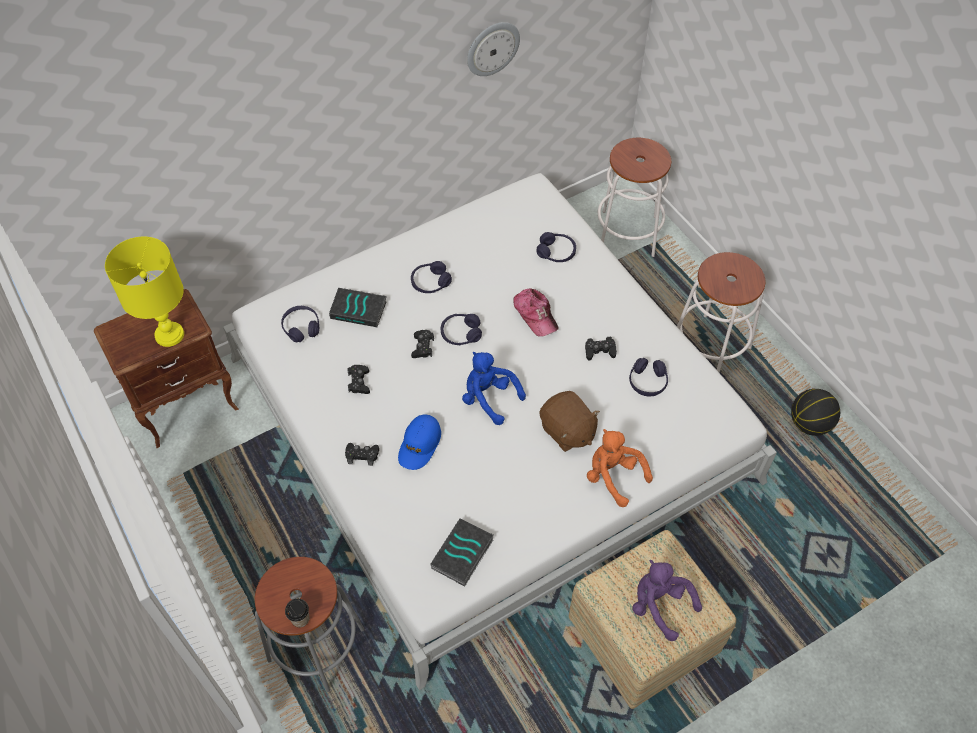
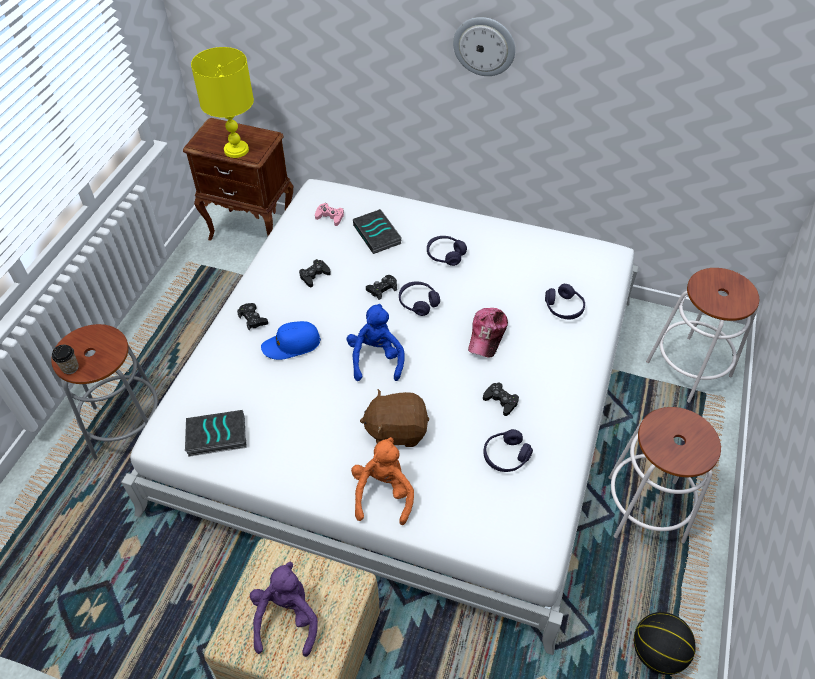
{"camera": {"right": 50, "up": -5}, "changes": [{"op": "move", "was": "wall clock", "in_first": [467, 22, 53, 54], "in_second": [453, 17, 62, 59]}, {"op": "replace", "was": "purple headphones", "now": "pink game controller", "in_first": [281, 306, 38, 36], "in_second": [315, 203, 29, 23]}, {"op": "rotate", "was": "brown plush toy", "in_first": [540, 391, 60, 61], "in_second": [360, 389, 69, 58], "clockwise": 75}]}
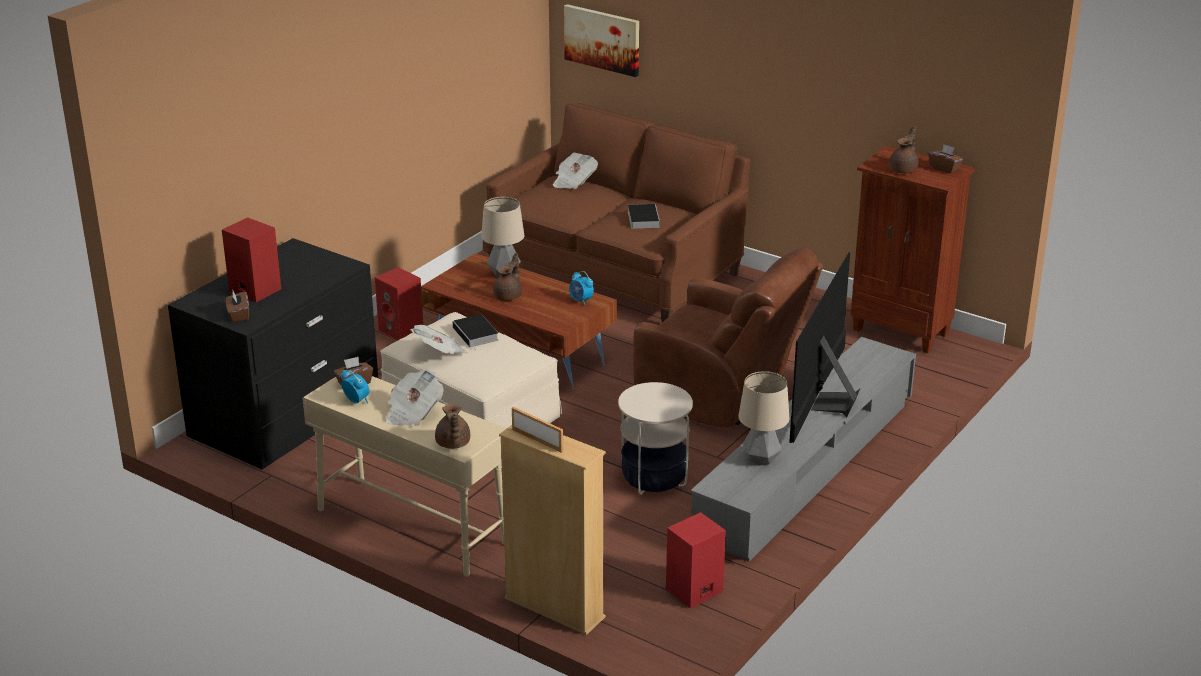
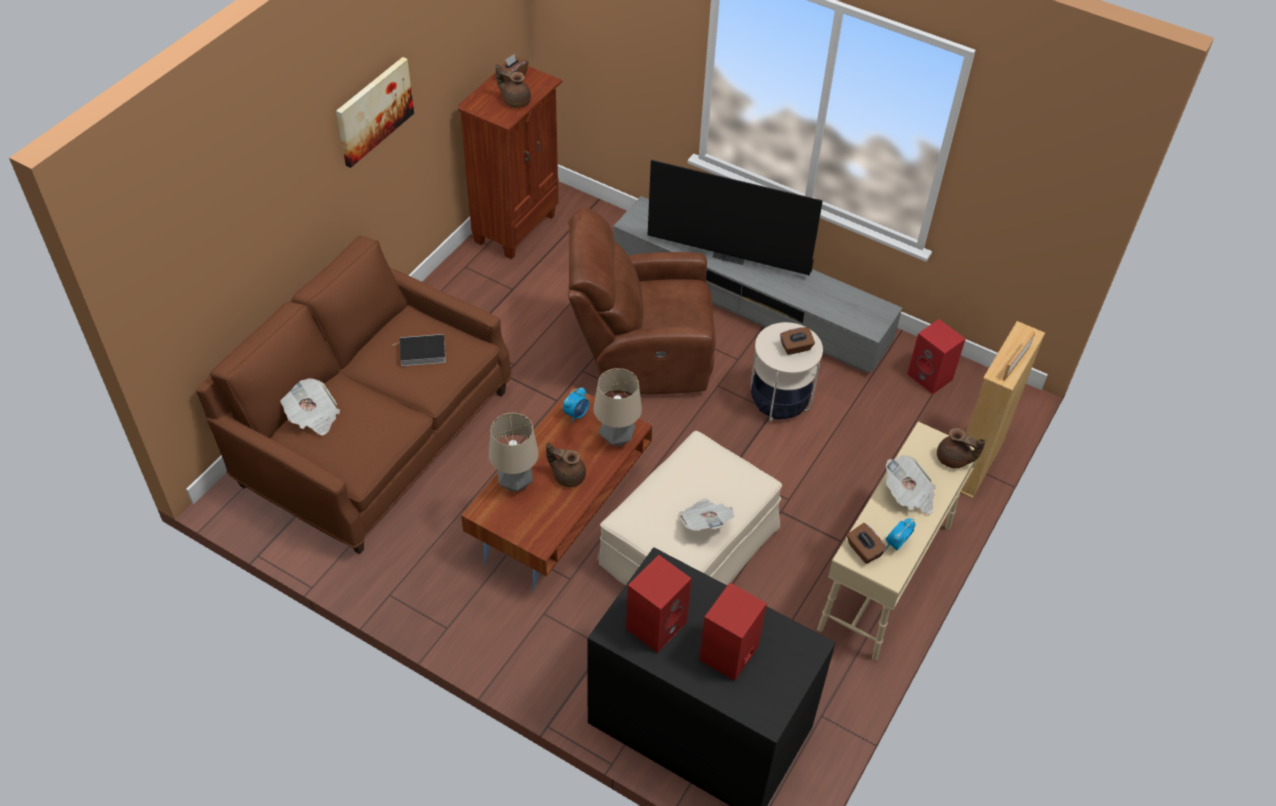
{"camera": {"right": -95, "up": 20}, "changes": [{"op": "delete", "was": "book", "in_first": [453, 314, 45, 36]}, {"op": "move", "was": "brown tissue box", "in_first": [226, 291, 23, 31], "in_second": [780, 327, 35, 28]}, {"op": "move", "was": "red speaker", "in_first": [375, 267, 48, 73], "in_second": [626, 555, 66, 98]}, {"op": "move", "was": "picture", "in_first": [564, 4, 75, 73], "in_second": [336, 57, 78, 111]}, {"op": "move", "was": "table lamp", "in_first": [738, 371, 51, 95], "in_second": [594, 368, 48, 79]}, {"op": "rotate", "was": "brown teapot", "in_first": [435, 404, 35, 45], "in_second": [937, 428, 49, 40], "clockwise": 45}, {"op": "rotate", "was": "brown armchair", "in_first": [633, 248, 190, 180], "in_second": [568, 207, 148, 187], "clockwise": -120}]}
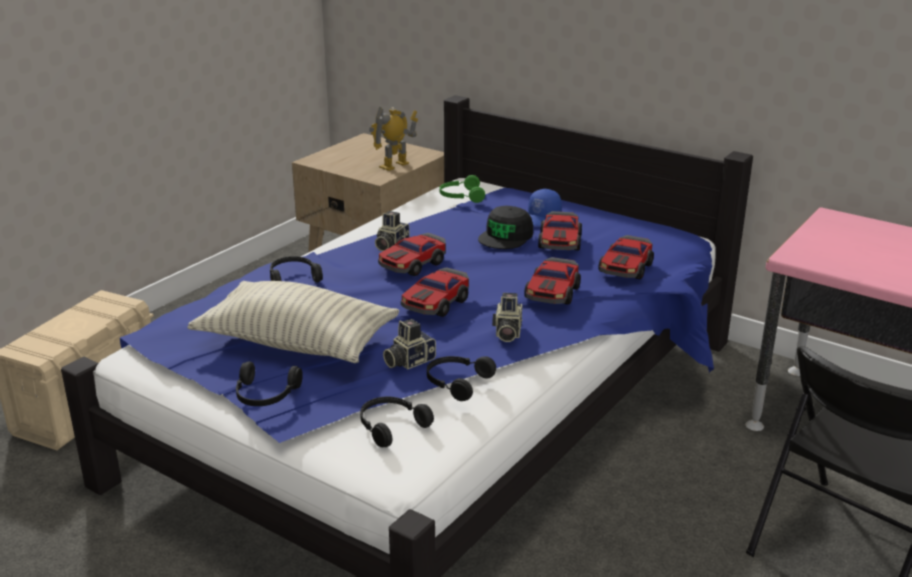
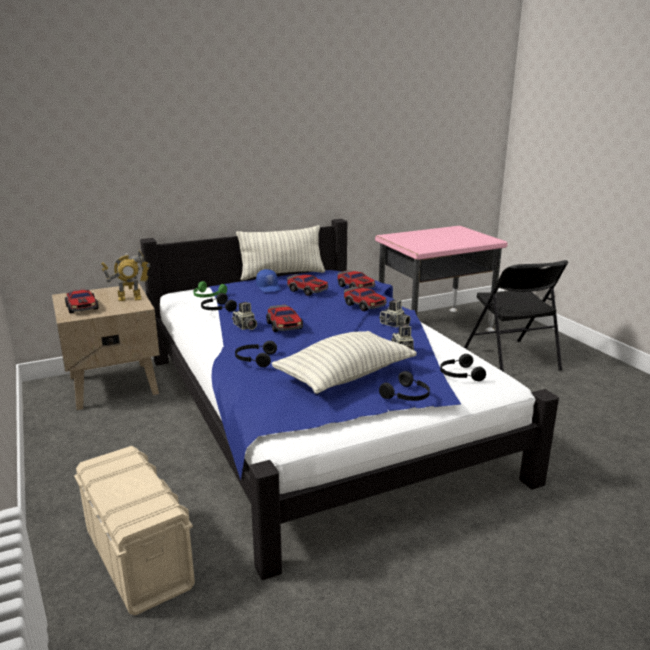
{"camera": {"right": -60, "up": -5}, "changes": [{"op": "delete", "was": "black cap", "in_first": [478, 206, 55, 43]}, {"op": "insert", "now": "pillow", "in_second": [236, 225, 89, 56]}, {"op": "move", "was": "toy car", "in_first": [401, 267, 68, 50], "in_second": [65, 288, 34, 25]}, {"op": "move", "was": "black headphones", "in_first": [427, 356, 69, 45], "in_second": [201, 293, 36, 19]}, {"op": "rotate", "was": "toy robot", "in_first": [369, 107, 49, 64], "in_second": [102, 250, 49, 51], "clockwise": -90}]}
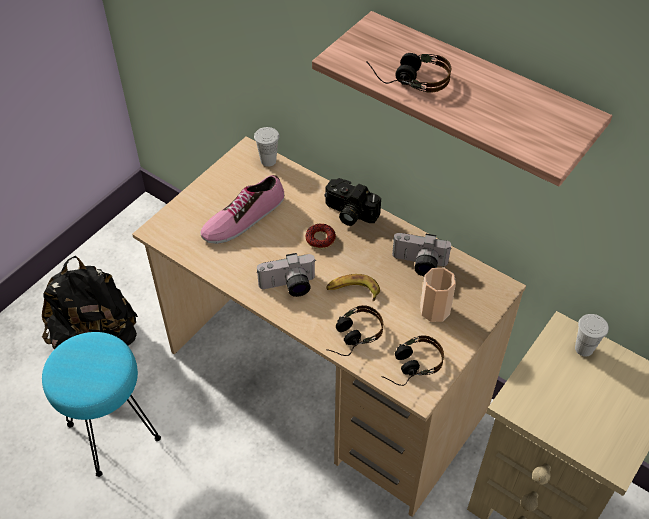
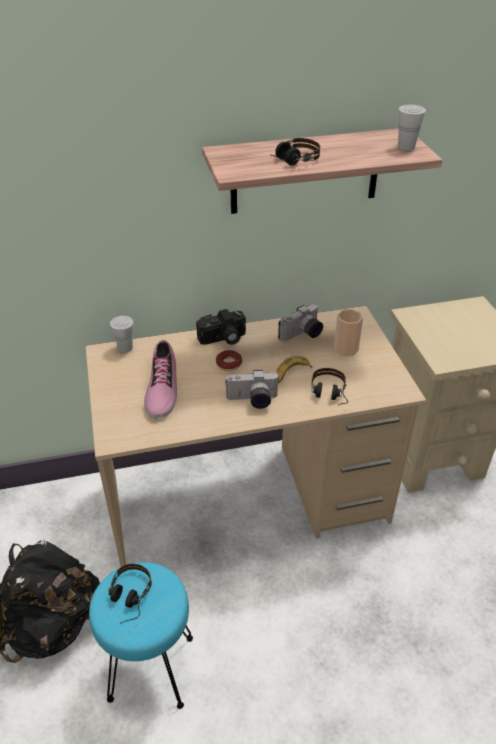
{"camera": {"right": -50, "up": -10}, "changes": [{"op": "move", "was": "headphones", "in_first": [382, 335, 62, 51], "in_second": [108, 564, 44, 60]}, {"op": "move", "was": "white cup", "in_first": [575, 314, 34, 43], "in_second": [398, 105, 28, 45]}, {"op": "rotate", "was": "photo camera", "in_first": [257, 253, 58, 44], "in_second": [226, 370, 53, 39], "clockwise": 60}]}
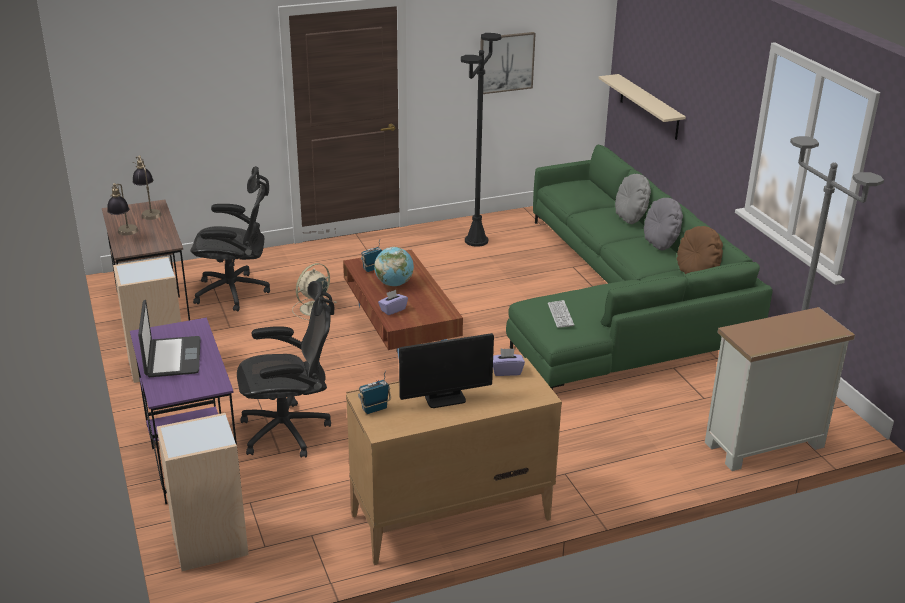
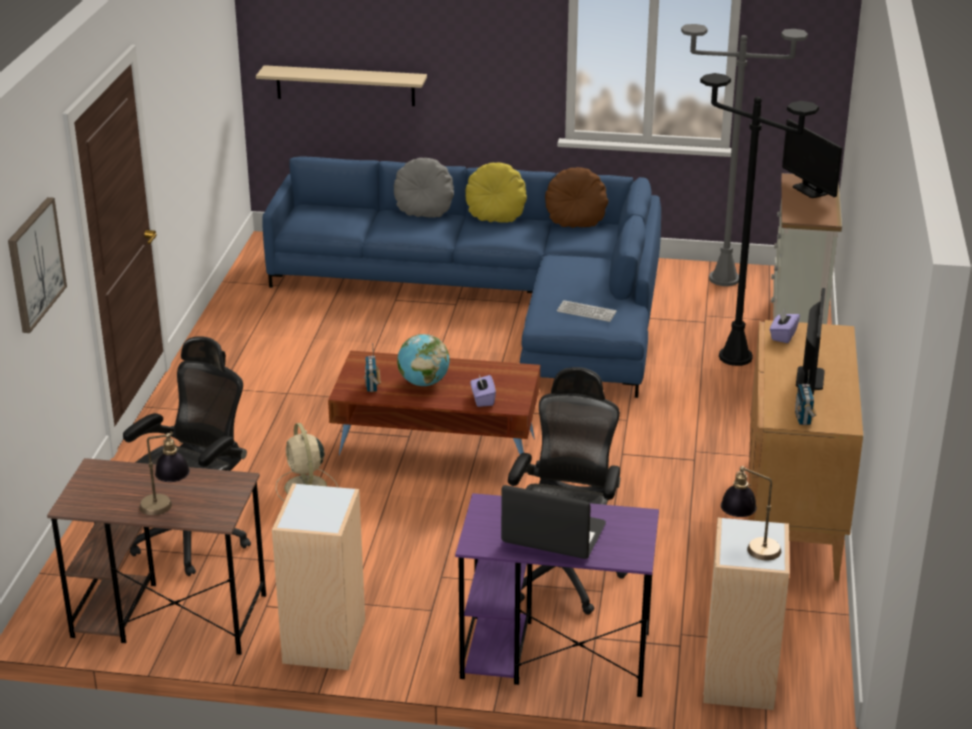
{"camera": {"right": -60, "up": 0}, "changes": [{"op": "insert", "now": "monitor", "in_second": [782, 119, 60, 79]}, {"op": "move", "was": "table lamp", "in_first": [132, 155, 30, 65], "in_second": [721, 466, 60, 95]}, {"op": "move", "was": "black floor lamp", "in_first": [461, 33, 40, 214], "in_second": [700, 73, 119, 293]}, {"op": "move", "was": "picture", "in_first": [480, 32, 56, 62], "in_second": [8, 197, 59, 136]}, {"op": "recolor", "was": "green sofa", "now": "blue sofa", "in_first": [506, 145, 267, 245], "in_second": [262, 157, 399, 241]}, {"op": "recolor", "was": "grey pillow", "now": "yellow pillow", "in_first": [644, 198, 39, 53], "in_second": [465, 162, 62, 60]}]}
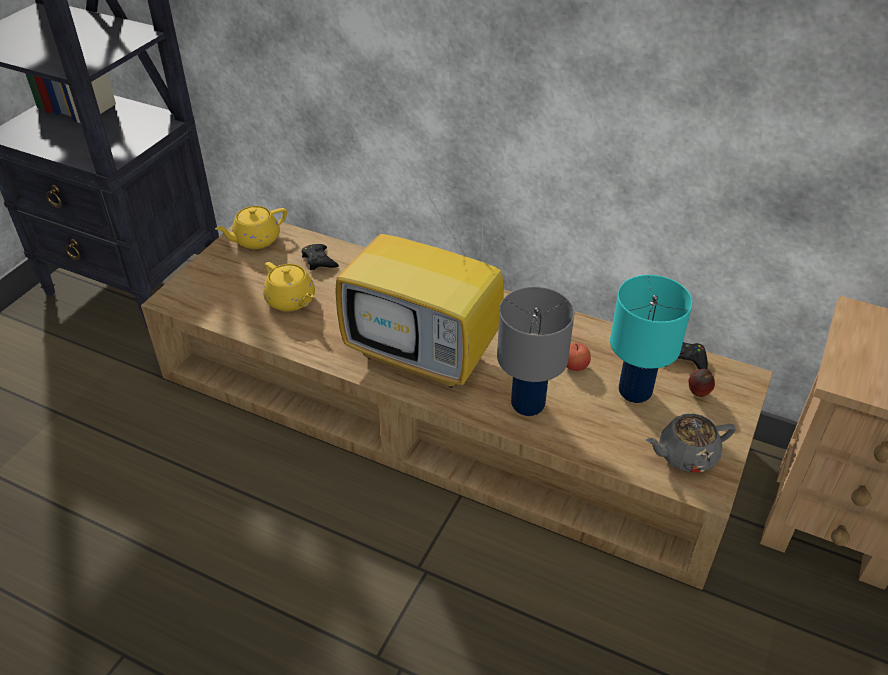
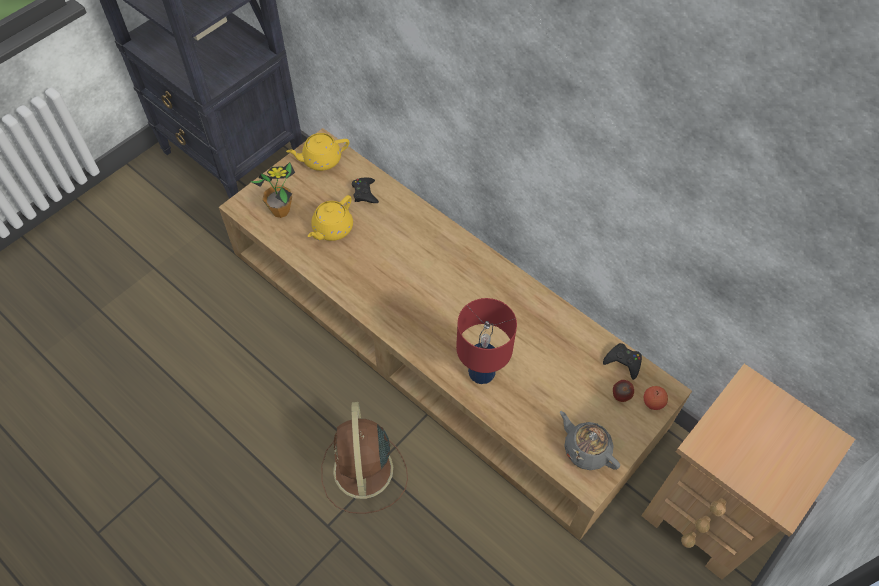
{"camera": {"right": 15, "up": 15}, "changes": [{"op": "delete", "was": "television", "in_first": [335, 189, 169, 199]}, {"op": "delete", "was": "turquoise table lamp", "in_first": [610, 275, 82, 128]}, {"op": "insert", "now": "potted plant", "in_second": [251, 162, 44, 56]}, {"op": "insert", "now": "brown fan", "in_second": [321, 402, 87, 112]}, {"op": "move", "was": "apple", "in_first": [567, 343, 24, 28], "in_second": [644, 386, 24, 24]}, {"op": "recolor", "was": "grey table lamp", "now": "red table lamp", "in_first": [497, 287, 77, 129], "in_second": [456, 298, 61, 86]}, {"op": "rotate", "was": "yellow teapot", "in_first": [263, 262, 52, 49], "in_second": [308, 195, 45, 46], "clockwise": 60}, {"op": "rotate", "was": "grey teapot", "in_first": [645, 414, 91, 59], "in_second": [560, 411, 60, 59], "clockwise": 45}]}
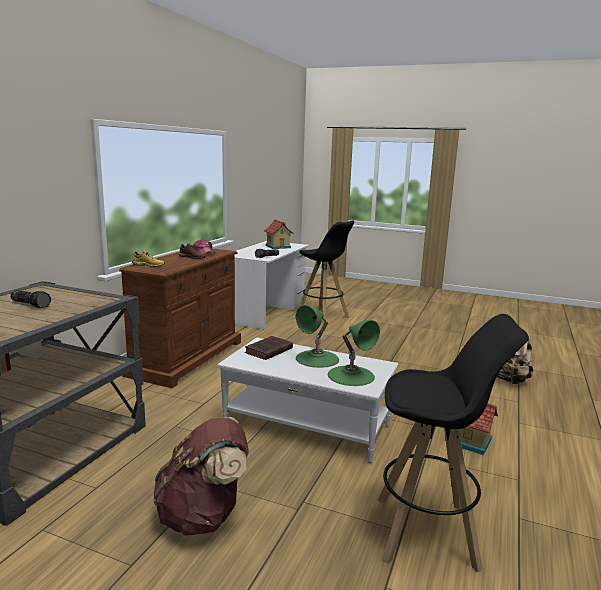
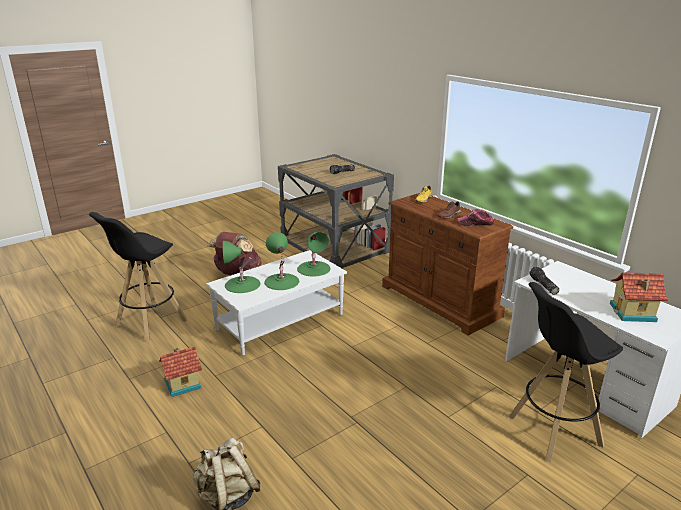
{"camera": {"right": 120, "up": 10}, "changes": [{"op": "replace", "was": "brown book", "now": "green table lamp", "in_first": [245, 336, 48, 24], "in_second": [297, 231, 34, 46]}]}
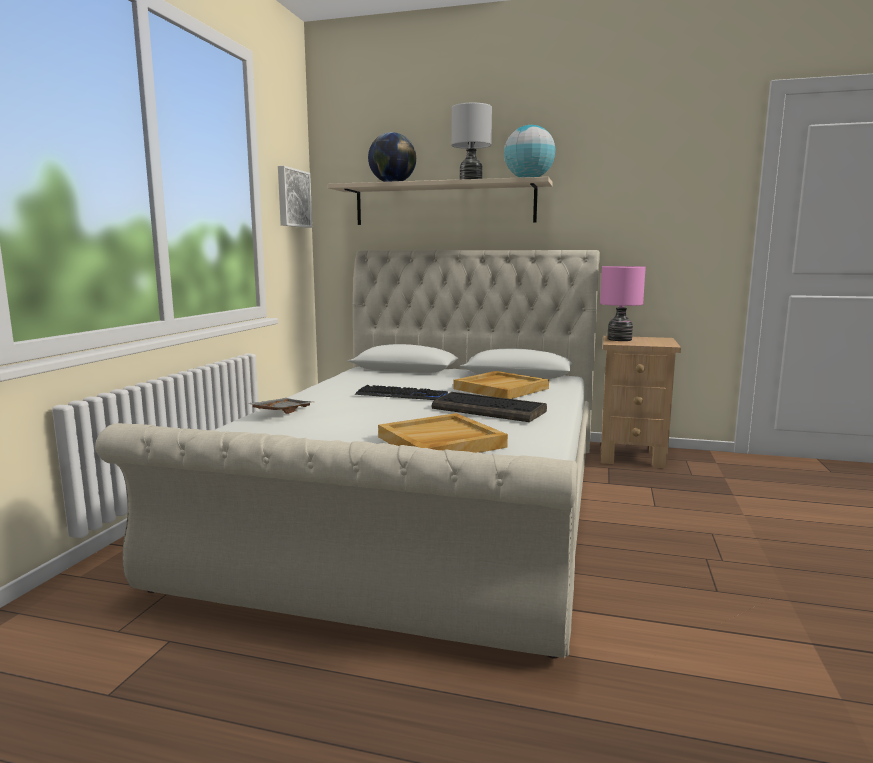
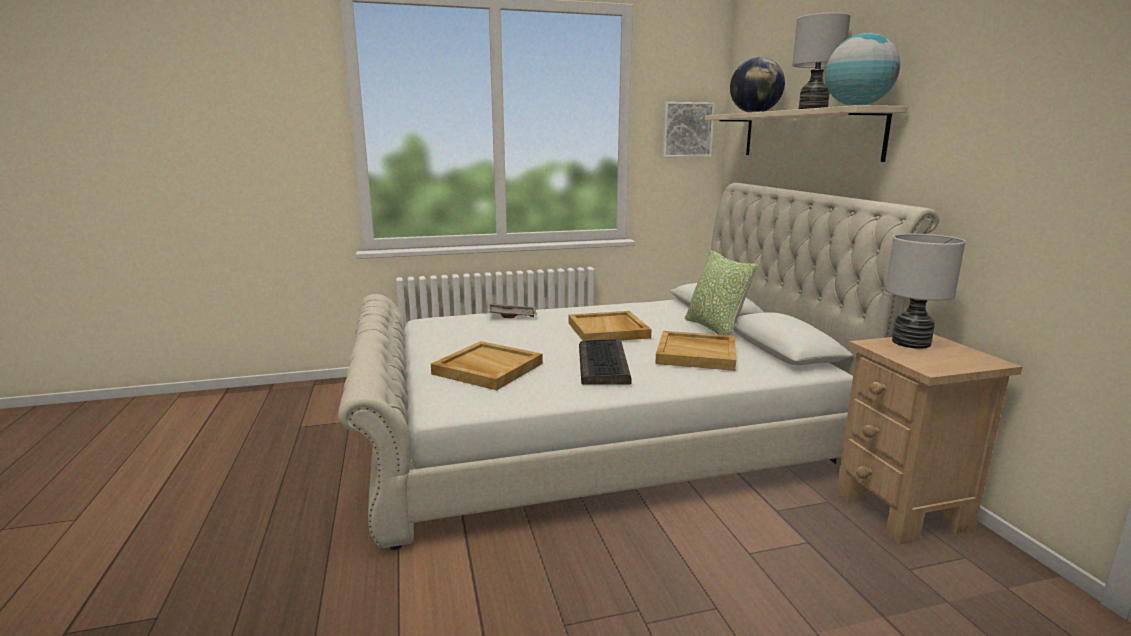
{"camera": {"right": 60, "up": 5}, "changes": [{"op": "insert", "now": "pillow", "in_second": [684, 250, 74, 86]}, {"op": "replace", "was": "keyboard", "now": "beige tray", "in_first": [355, 385, 93, 15], "in_second": [569, 311, 82, 30]}, {"op": "recolor", "was": "pink table lamp", "now": "grey table lamp", "in_first": [600, 266, 46, 75], "in_second": [885, 234, 81, 115]}]}
